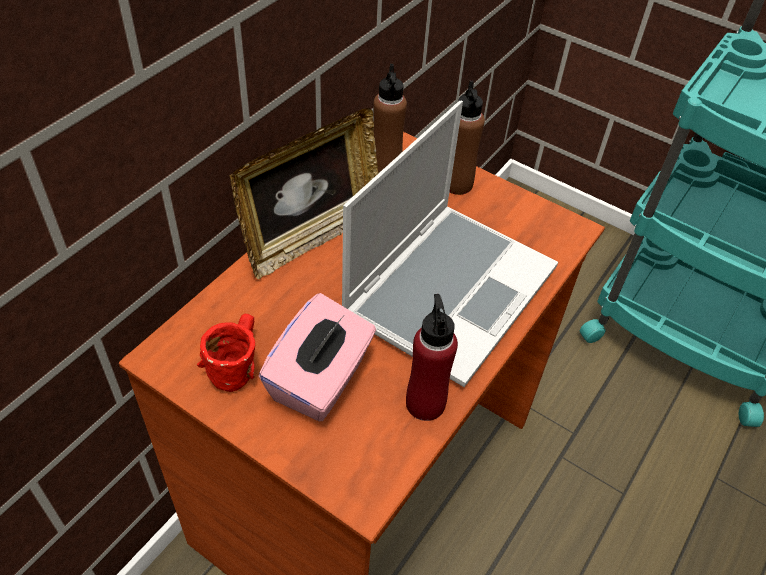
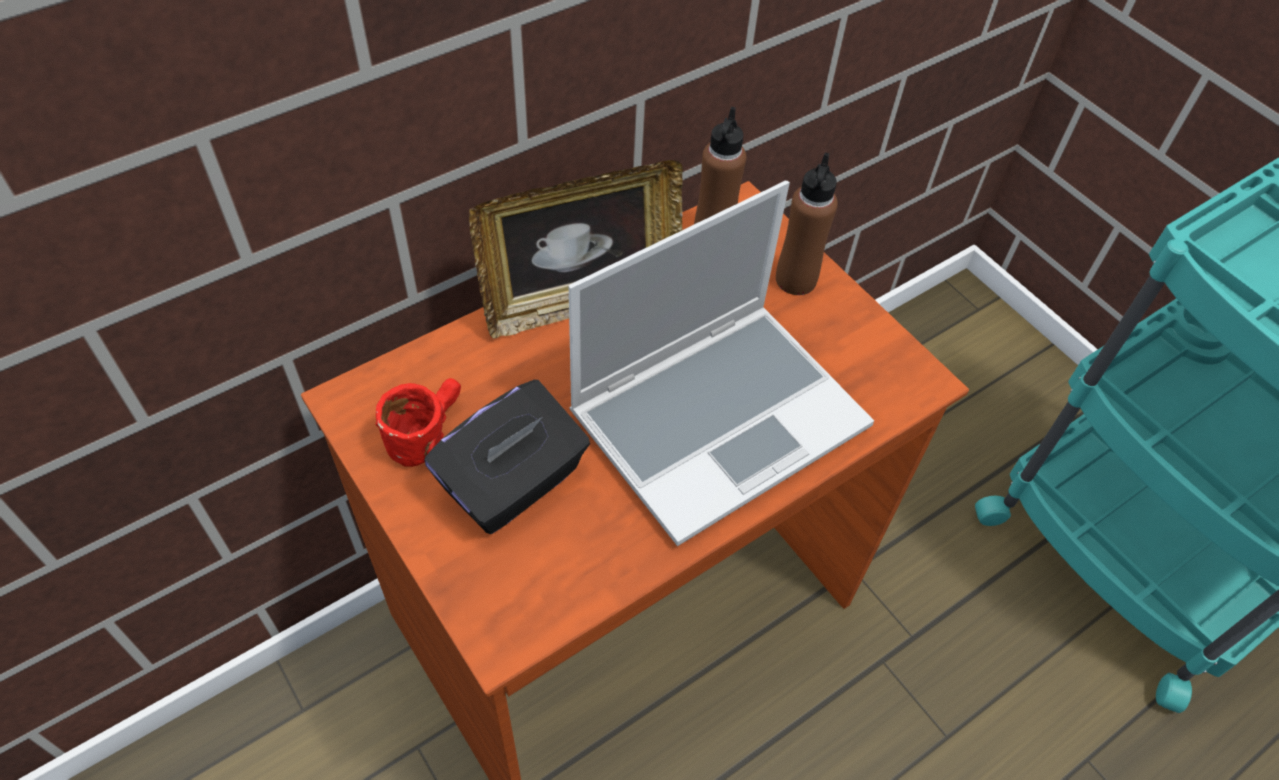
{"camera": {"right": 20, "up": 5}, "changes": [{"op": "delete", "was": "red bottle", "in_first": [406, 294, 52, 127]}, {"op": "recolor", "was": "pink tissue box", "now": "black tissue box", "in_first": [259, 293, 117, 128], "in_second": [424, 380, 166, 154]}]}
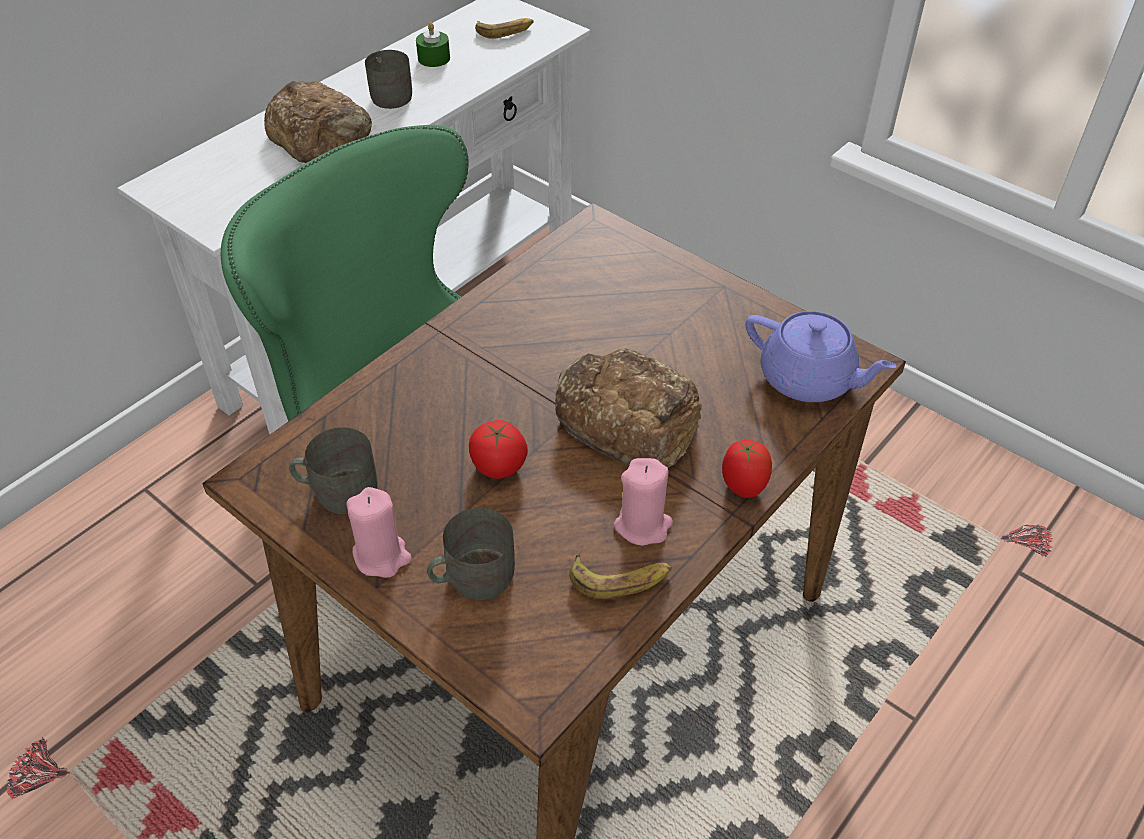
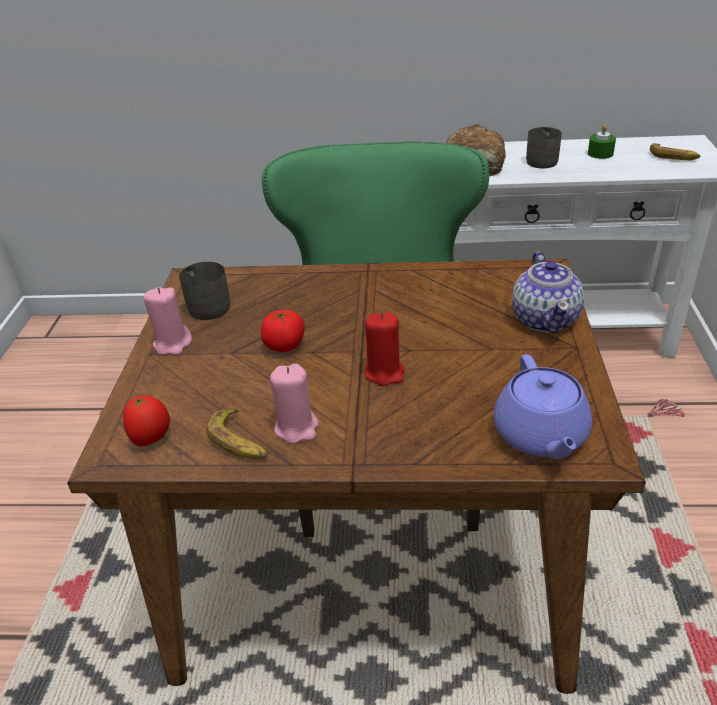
{"camera": {"right": 55, "up": -10}, "changes": [{"op": "delete", "was": "grey mug", "in_first": [427, 508, 88, 92]}, {"op": "insert", "now": "teapot", "in_second": [512, 252, 72, 81]}, {"op": "move", "was": "tomato", "in_first": [722, 440, 50, 58], "in_second": [123, 394, 47, 52]}, {"op": "replace", "was": "bread", "now": "red candle", "in_first": [555, 348, 147, 120], "in_second": [364, 312, 41, 74]}]}
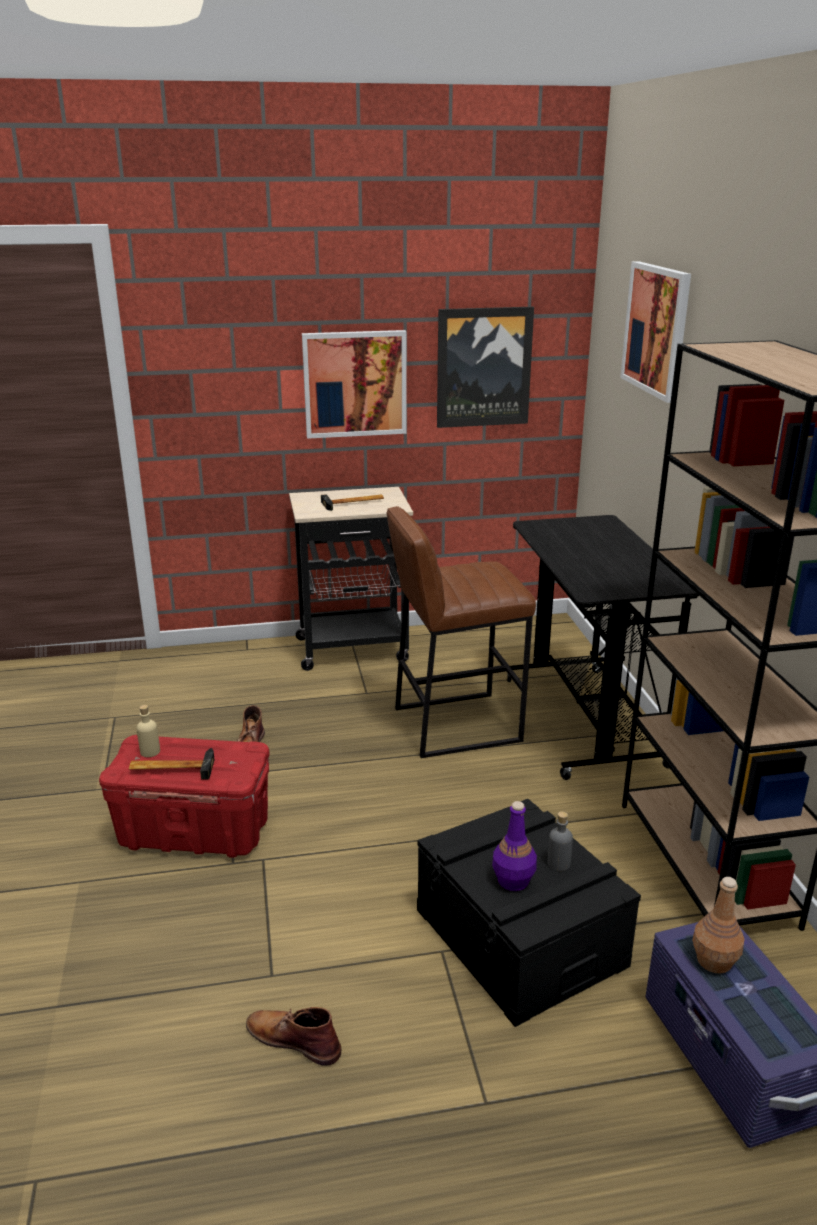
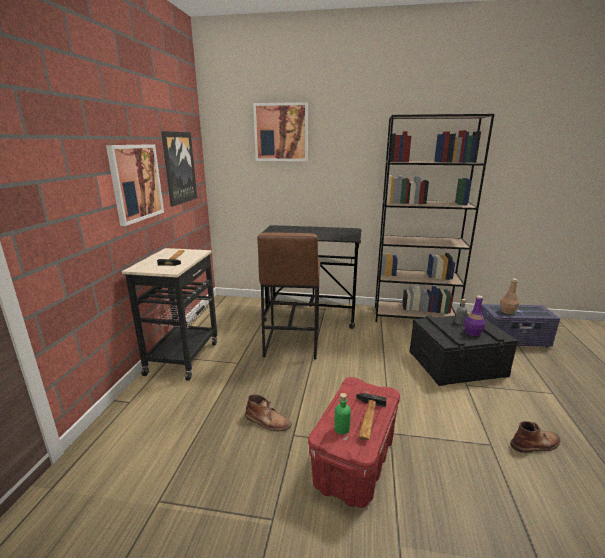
{"camera": {"right": -70, "up": -5}, "changes": [{"op": "recolor", "was": "beige bottle", "now": "green bottle", "in_first": [136, 705, 24, 52], "in_second": [334, 393, 17, 41]}, {"op": "rotate", "was": "brown boot", "in_first": [246, 1007, 95, 59], "in_second": [510, 421, 50, 32], "clockwise": -150}]}
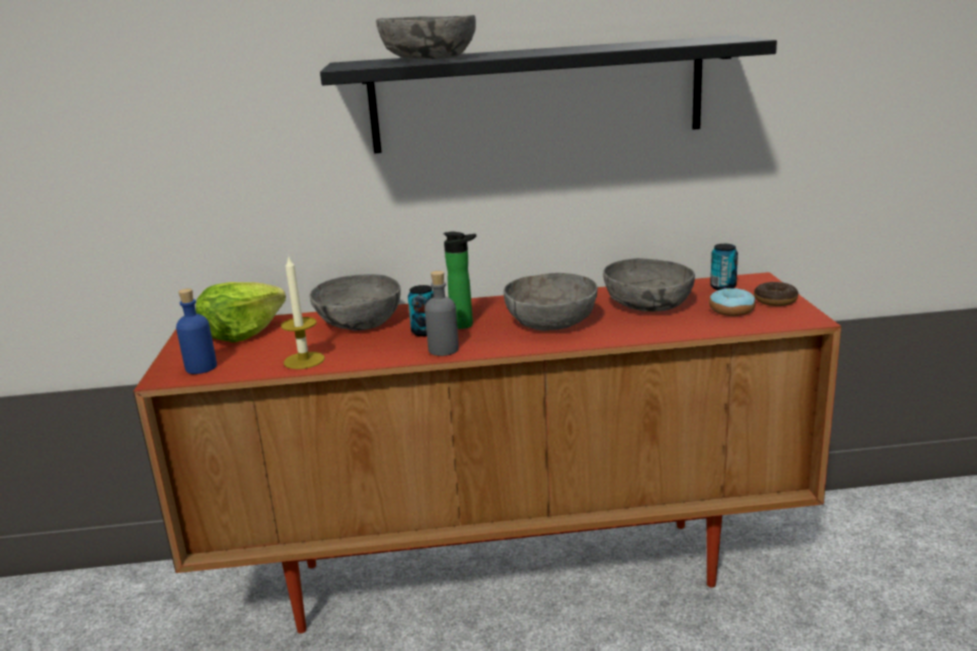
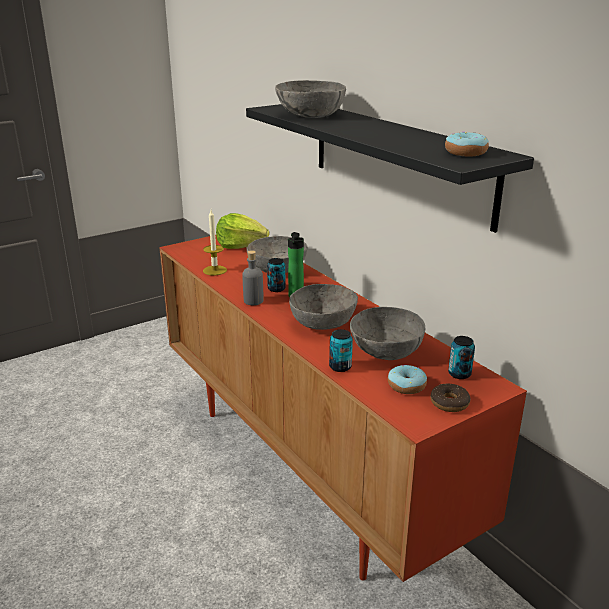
{"camera": {"right": 60, "up": 5}, "changes": [{"op": "delete", "was": "blue bottle", "in_first": [176, 288, 41, 86]}, {"op": "insert", "now": "can", "in_second": [329, 329, 24, 43]}, {"op": "insert", "now": "donut", "in_second": [445, 132, 44, 24]}]}
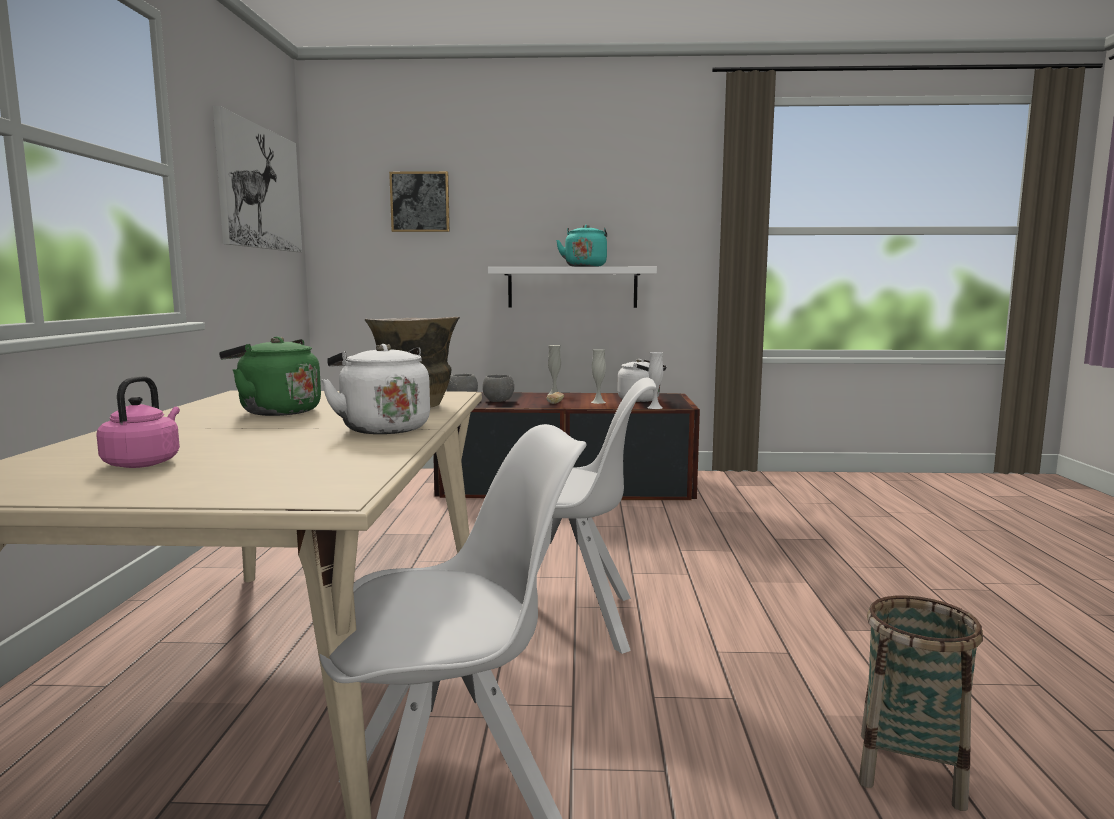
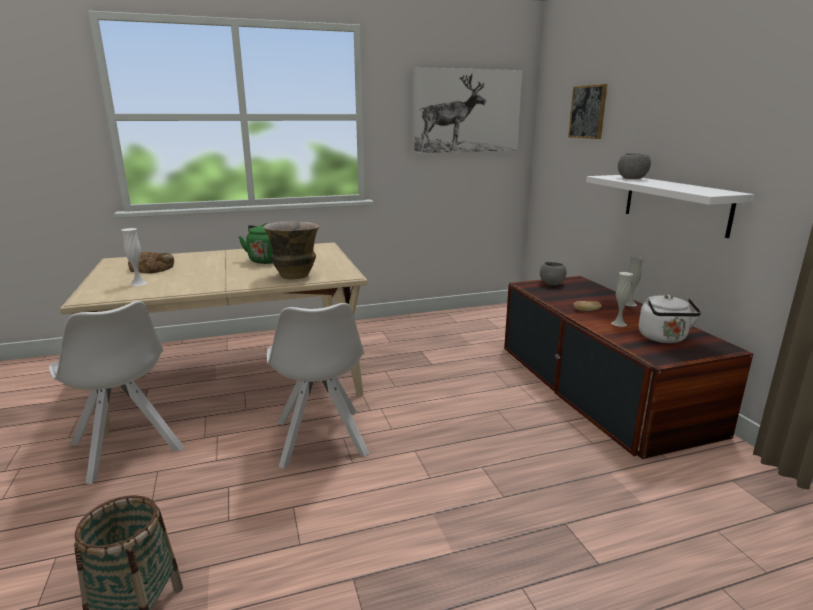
{"camera": {"right": 70, "up": 10}, "changes": [{"op": "delete", "was": "white kettle", "in_first": [321, 344, 109, 90]}, {"op": "delete", "was": "turquoise kettle", "in_first": [556, 225, 51, 42]}, {"op": "move", "was": "grey bowl", "in_first": [482, 375, 32, 27], "in_second": [618, 153, 33, 26]}, {"op": "move", "was": "white vase", "in_first": [647, 352, 16, 57], "in_second": [121, 228, 26, 58]}, {"op": "replace", "was": "pink kettle", "now": "bread", "in_first": [96, 376, 84, 92], "in_second": [128, 252, 46, 22]}]}
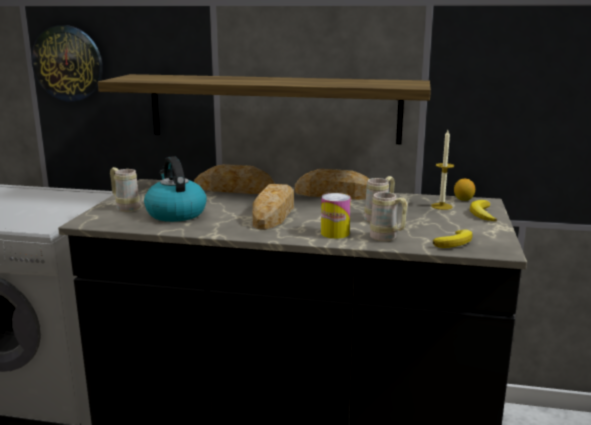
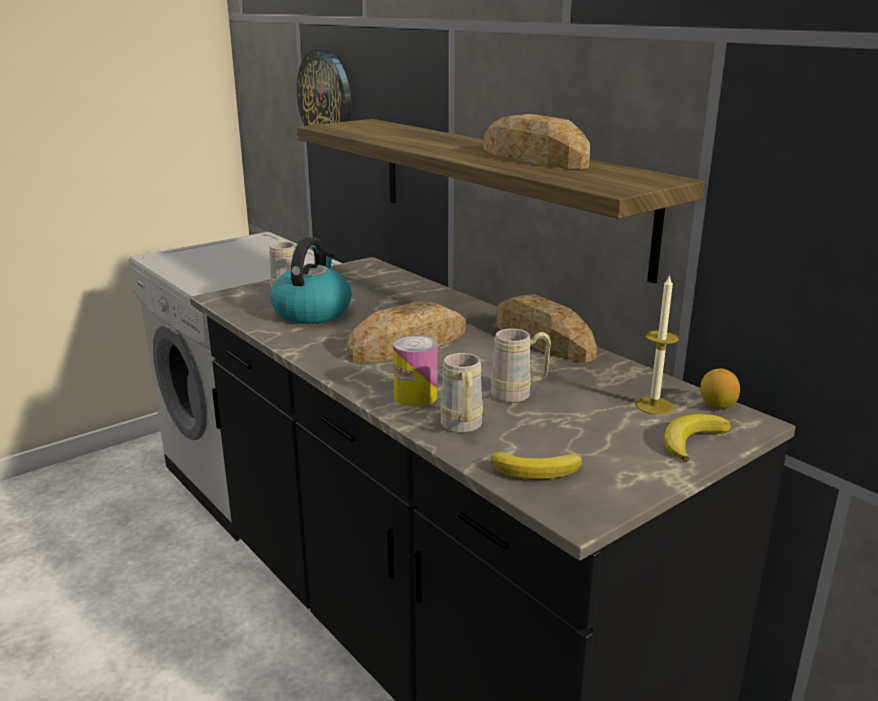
{"camera": {"right": 40, "up": 5}, "changes": [{"op": "move", "was": "bread", "in_first": [194, 164, 81, 30], "in_second": [483, 114, 107, 55]}]}
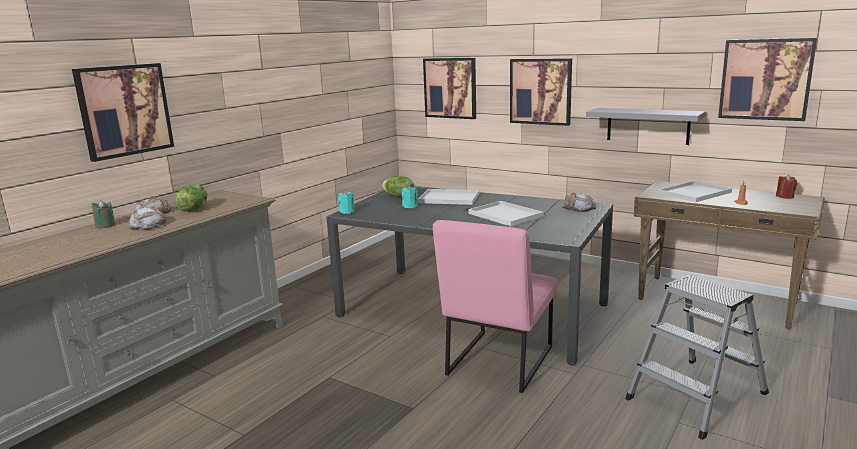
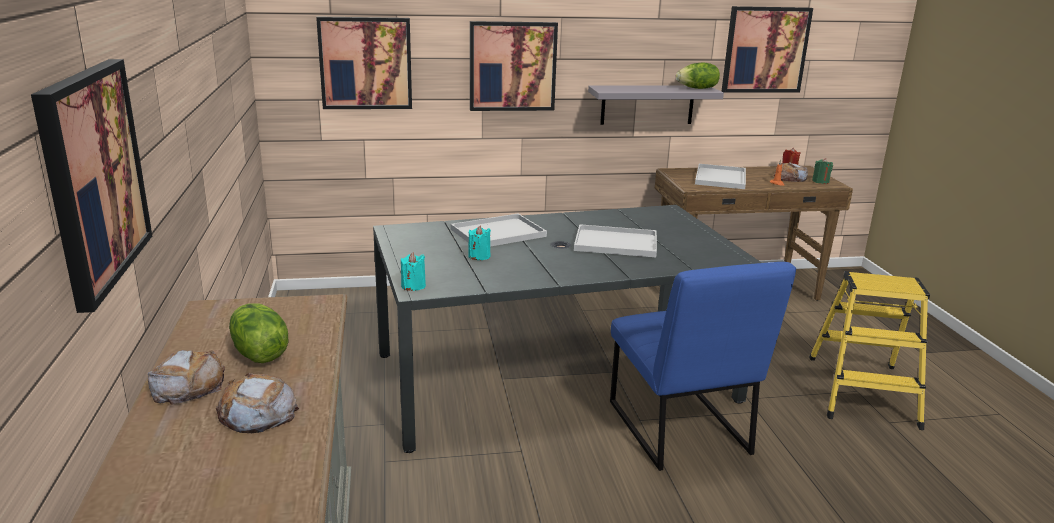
{"camera": {"right": -45, "up": 5}, "changes": [{"op": "move", "was": "green candle", "in_first": [92, 201, 23, 27], "in_second": [812, 158, 21, 26]}, {"op": "move", "was": "lettuce", "in_first": [382, 176, 32, 22], "in_second": [676, 63, 44, 26]}, {"op": "move", "was": "bread", "in_first": [562, 193, 34, 19], "in_second": [774, 162, 34, 20]}, {"op": "recolor", "was": "pink chair", "now": "blue chair", "in_first": [433, 220, 125, 173], "in_second": [610, 262, 186, 209]}, {"op": "recolor", "was": "grey step ladder", "now": "yellow step ladder", "in_first": [625, 274, 144, 166], "in_second": [809, 271, 121, 159]}]}
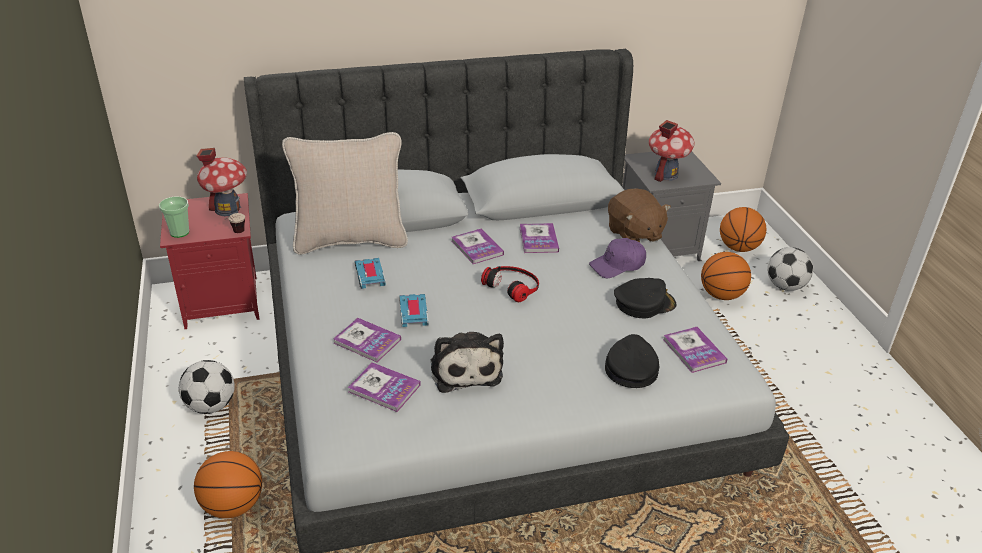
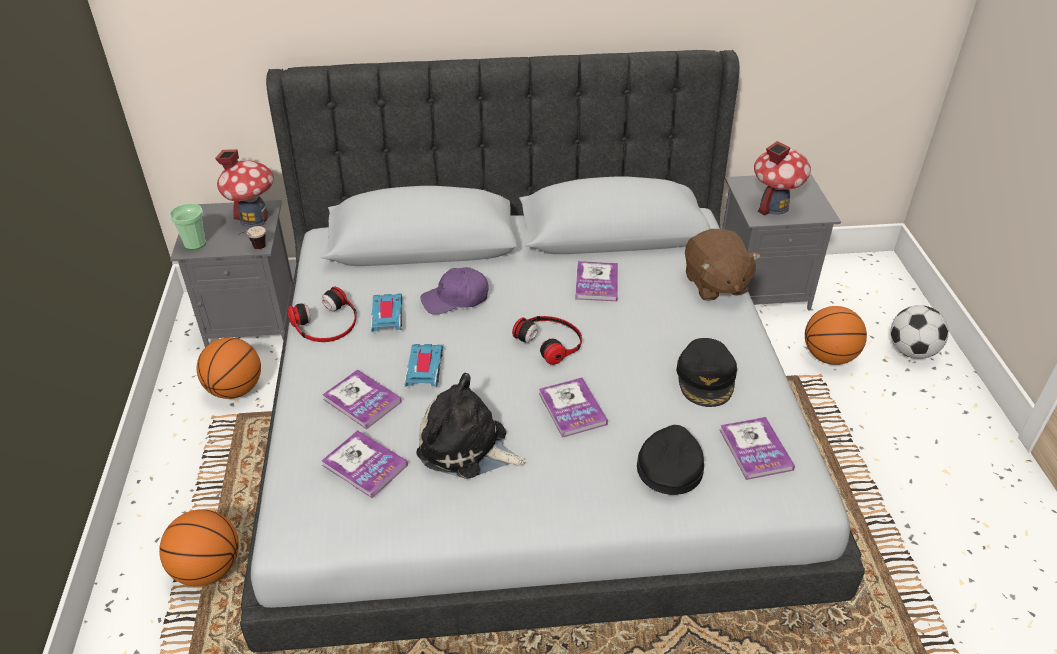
{"camera": {"right": 10, "up": 5}, "changes": [{"op": "delete", "was": "football", "in_first": [179, 360, 55, 54]}, {"op": "delete", "was": "beige pillow", "in_first": [282, 132, 126, 123]}, {"op": "insert", "now": "headphones", "in_second": [287, 287, 69, 55]}, {"op": "move", "was": "book", "in_first": [452, 229, 52, 35], "in_second": [539, 378, 69, 60]}, {"op": "move", "was": "purple cap", "in_first": [589, 238, 57, 40], "in_second": [420, 267, 68, 48]}, {"op": "move", "was": "basketball", "in_first": [720, 207, 46, 45], "in_second": [197, 337, 64, 62]}, {"op": "recolor", "was": "red nightstand", "now": "grey nightstand", "in_first": [160, 193, 100, 136], "in_second": [170, 200, 123, 147]}, {"op": "rotate", "was": "plush toy", "in_first": [430, 332, 74, 61], "in_second": [416, 373, 110, 106], "clockwise": 120}, {"op": "rotate", "was": "black cap", "in_first": [614, 278, 63, 40], "in_second": [676, 338, 61, 69], "clockwise": 105}]}
